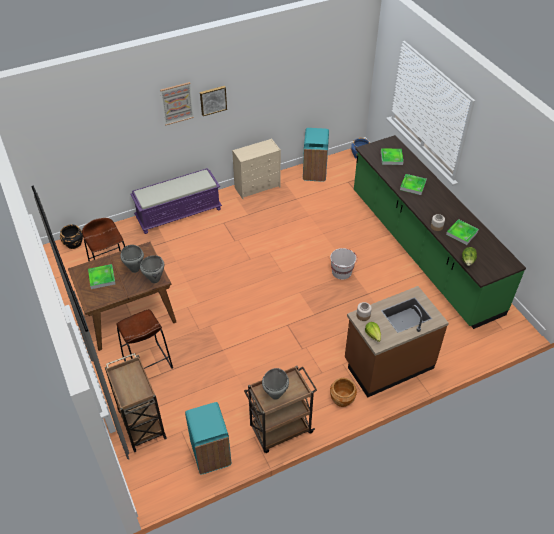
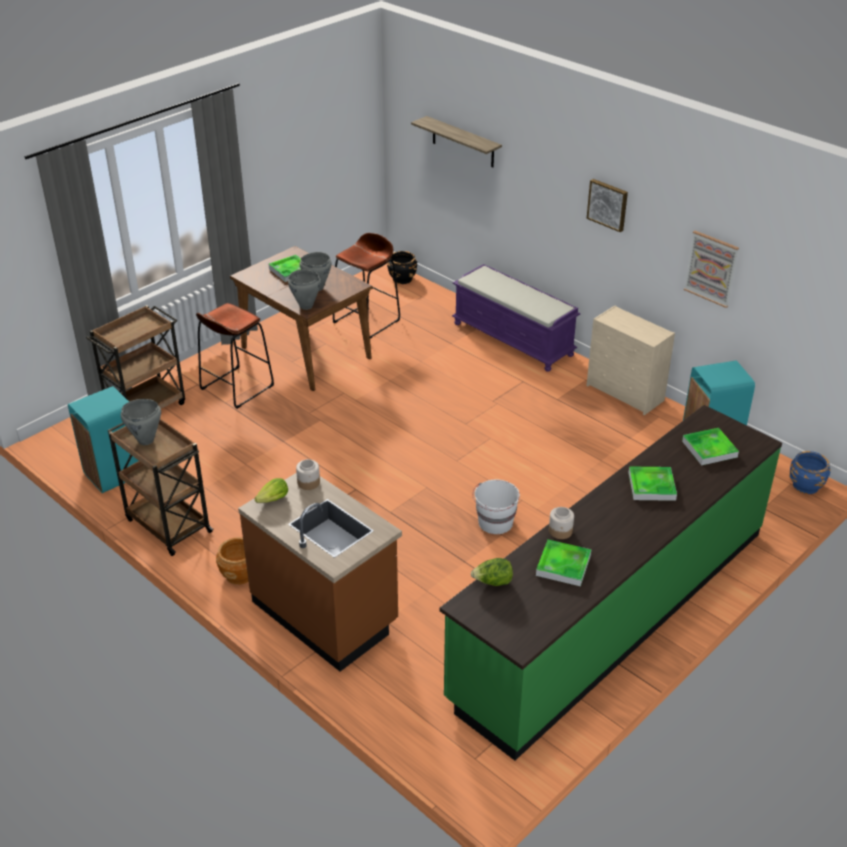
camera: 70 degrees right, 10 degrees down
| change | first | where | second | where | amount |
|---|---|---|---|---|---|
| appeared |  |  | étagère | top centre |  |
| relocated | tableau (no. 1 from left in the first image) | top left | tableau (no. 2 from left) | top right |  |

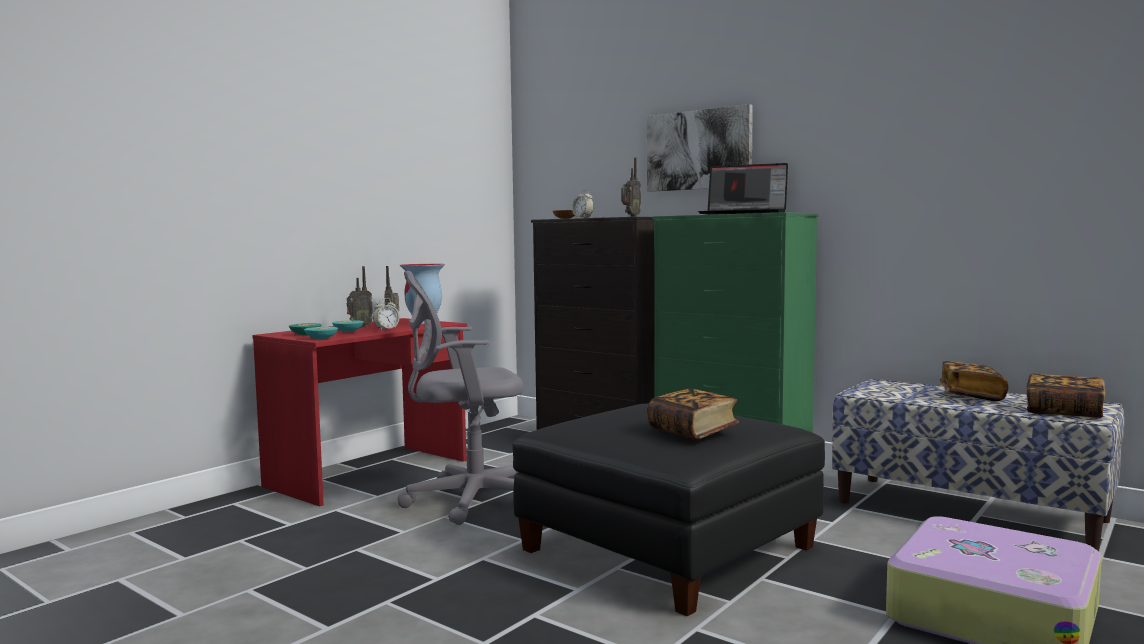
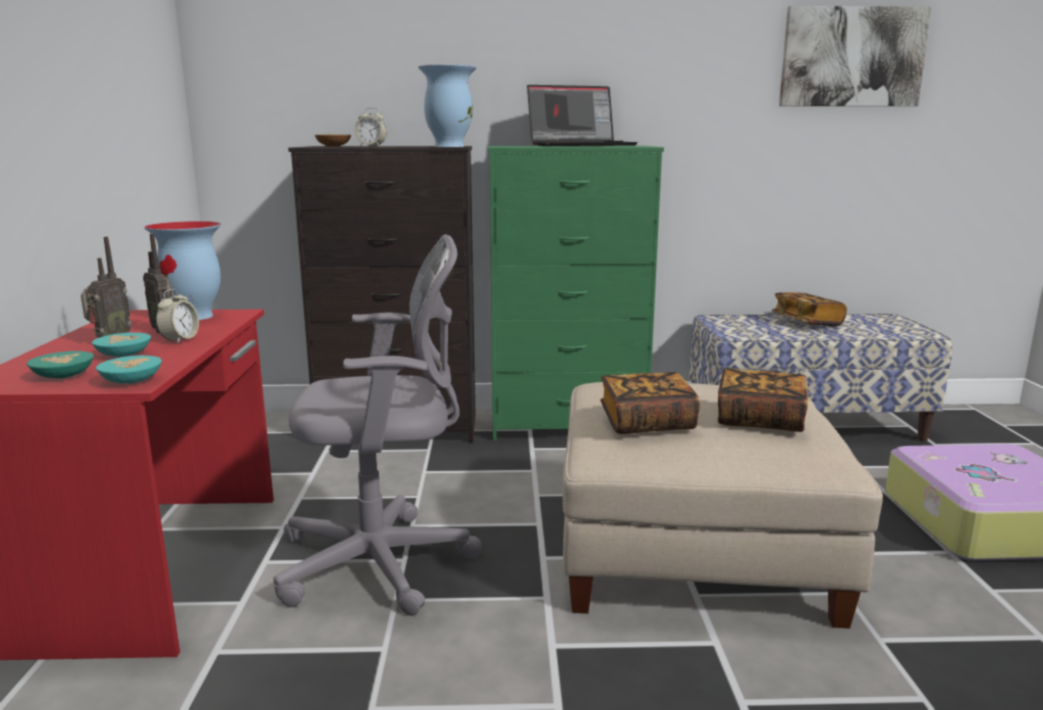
camera: 40 degrees left, 10 degrees up
| change | first | where | second | where | amount |
|---|---|---|---|---|---|
| relocated | tableau | top centre |  | top right |  |
| relocated | livre (no. 3 from left in the first image) | middle right | livre (no. 1 from left) | centre |  |
| exchanged | radio (no. 3 from left) | top centre | vase (no. 2 from left) | top centre |  |
| colour | pouf [noir] | bottom centre | pouf [beige] | bottom right |  |
| spun | chaise de bureau [gris] | centre |  | centre | 135 degrees counterclockwise |

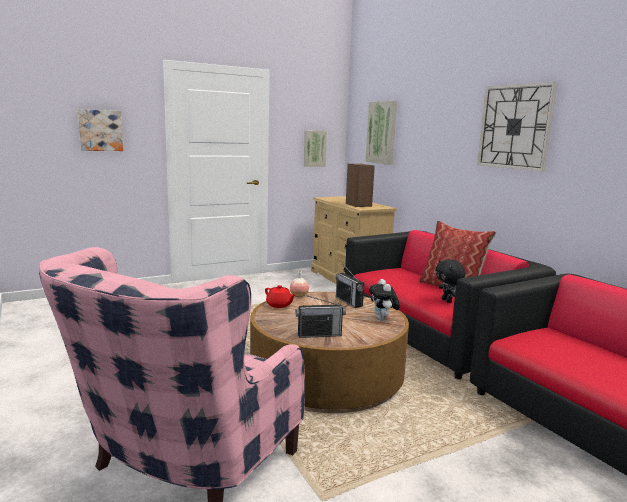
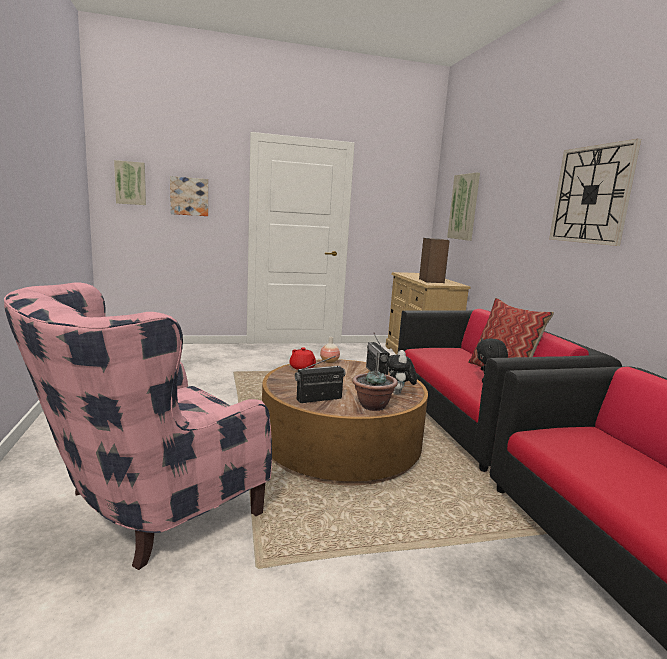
camera: 15 degrees right, 0 degrees up
| change | first | where | second | where | amount |
|---|---|---|---|---|---|
| appeared |  |  | plante en pot | centre |  |
| relocated | tableau (no. 2 from left in the first image) | top centre | tableau (no. 1 from left) | top left |  |
| spun | radio (no. 1 from left) | centre |  | centre | 150 degrees clockwise |

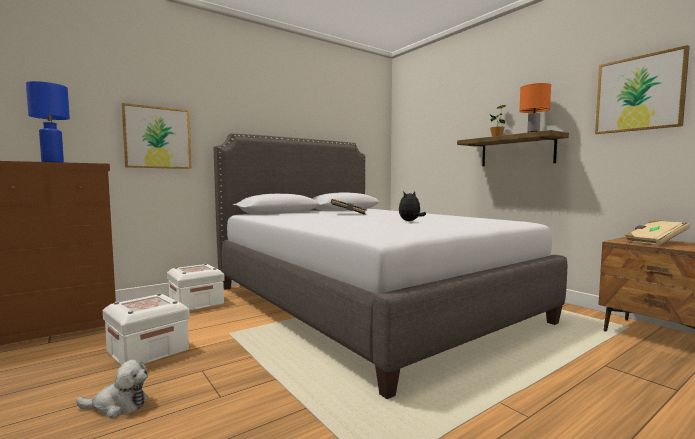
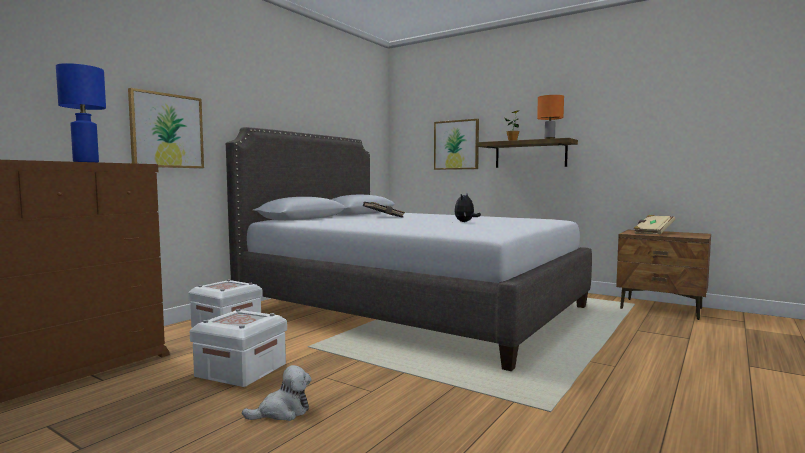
camera: 20 degrees left, 0 degrees up
| change | first | where | second | where | amount |
|---|---|---|---|---|---|
| relocated | tableau (no. 2 from left) | top right |  | top centre |  |

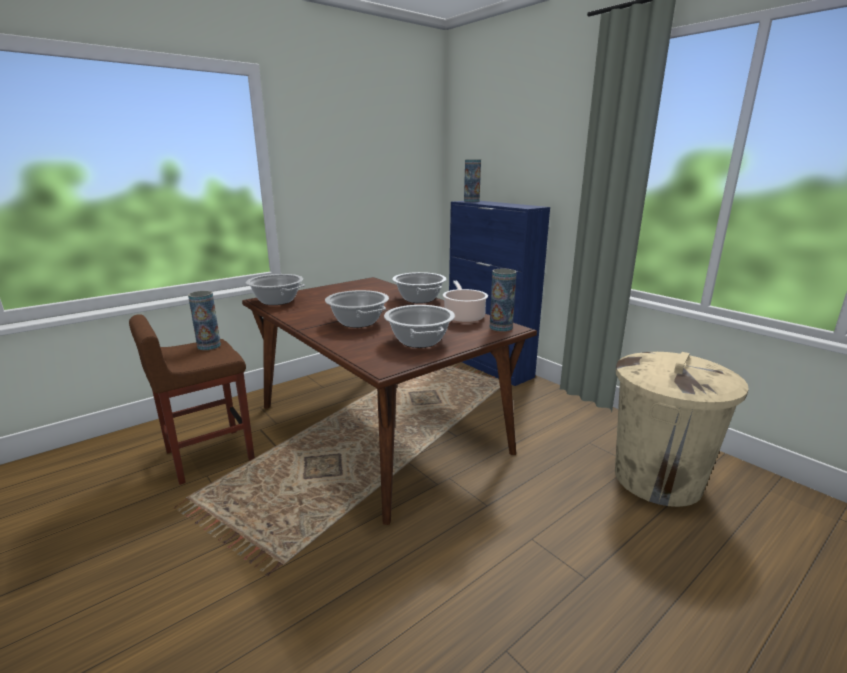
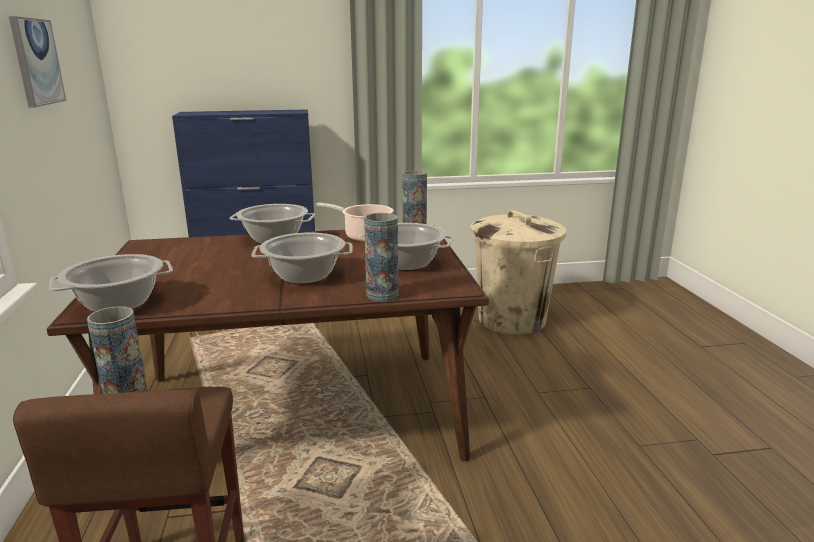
camera: 60 degrees left, 0 degrees up
| change | first | where | second | where | amount |
|---|---|---|---|---|---|
| appeared |  |  | tableau | top left |  |
| relocated | vase (no. 2 from left) | top centre |  | centre |  |

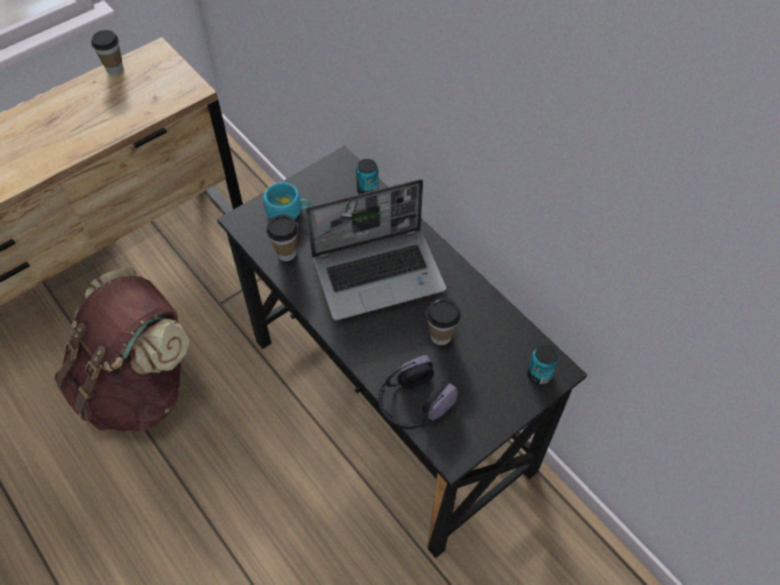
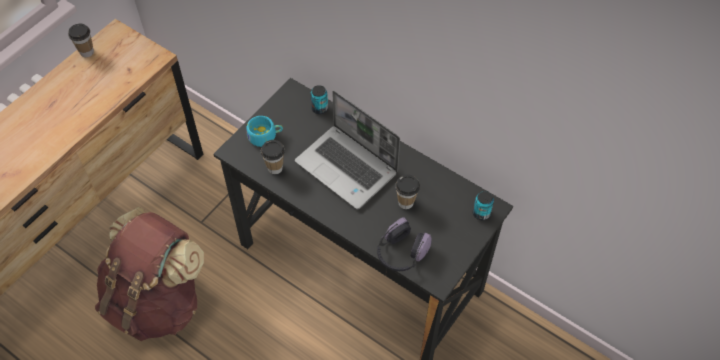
camera: 15 degrees left, 0 degrees up
| change | first | where | second | where | amount |
|---|---|---|---|---|---|
| spun | ordinateur portable | centre |  | centre | 75 degrees clockwise |

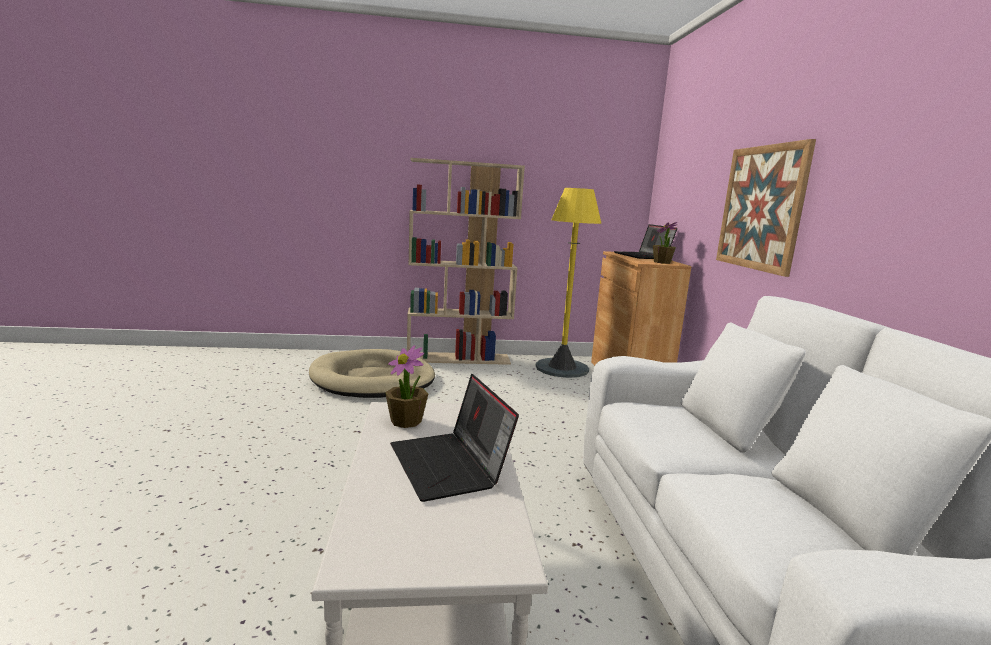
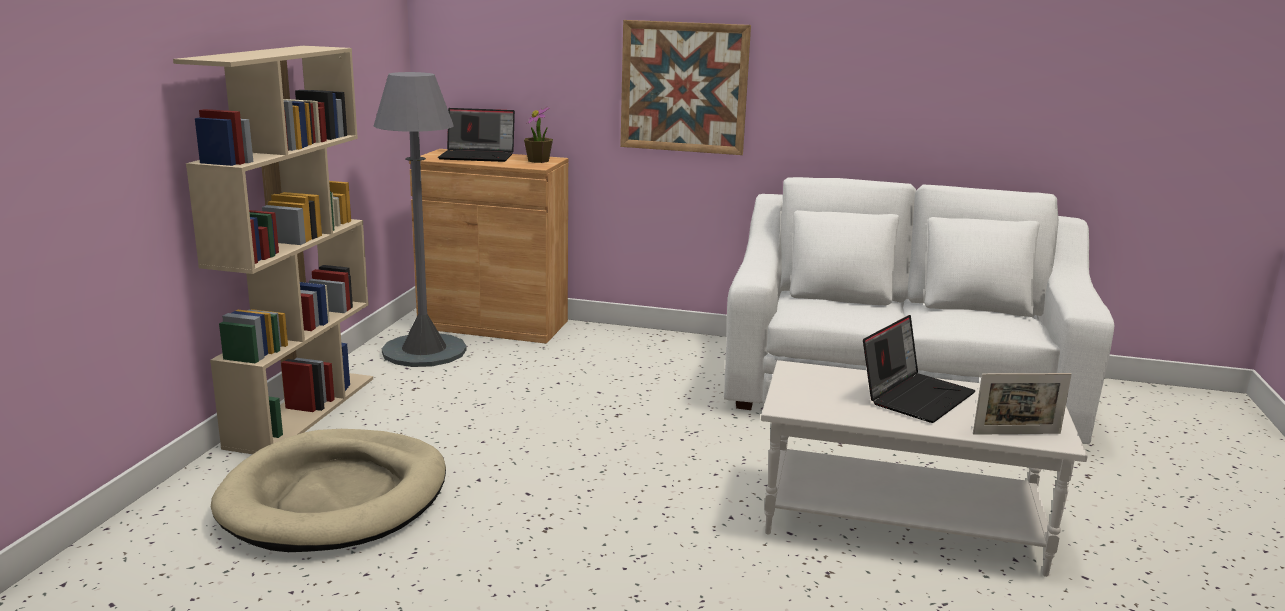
camera: 70 degrees left, 5 degrees up
| change | first | where | second | where | amount |
|---|---|---|---|---|---|
| missing | plante en pot (no. 1 from left) | centre |  |  |  |
| appeared |  |  | cadre photo | middle right |  |
| colour | lampadaire [jaune] | centre | lampadaire [gris] | middle left |  |
| spun | ordinateur portable (no. 1 from left in the first image) | bottom centre | ordinateur portable (no. 2 from left) | middle right | 45 degrees counterclockwise |

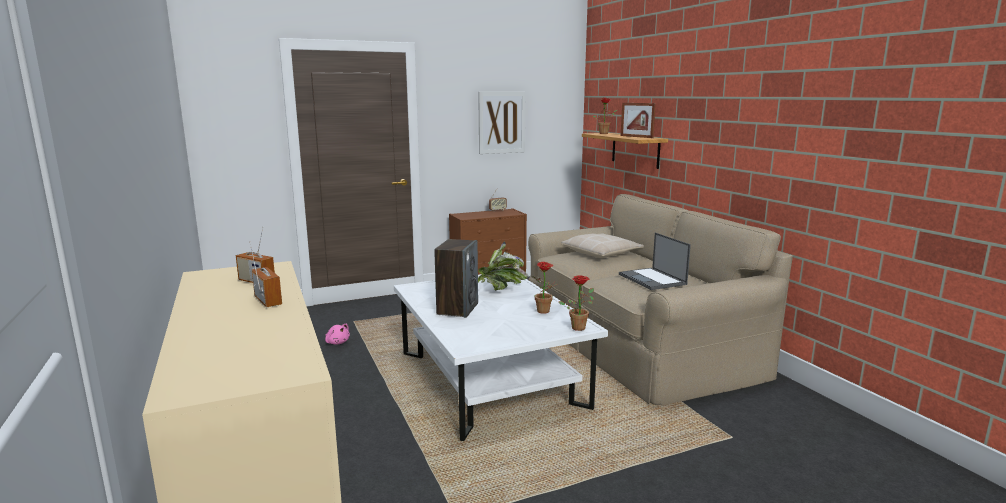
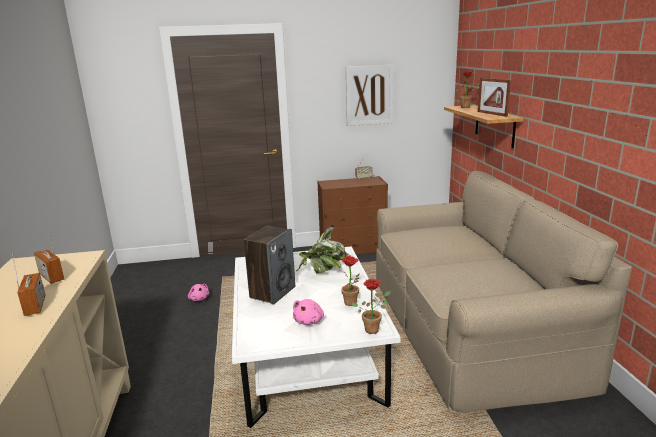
camera: 15 degrees right, 5 degrees up
| change | first | where | second | where | amount |
|---|---|---|---|---|---|
| missing | coussin [beige] | centre |  |  |  |
| missing | ordinateur portable | centre |  |  |  |
| appeared |  |  | peluche [rose] (no. 2 from left) | bottom centre |  |

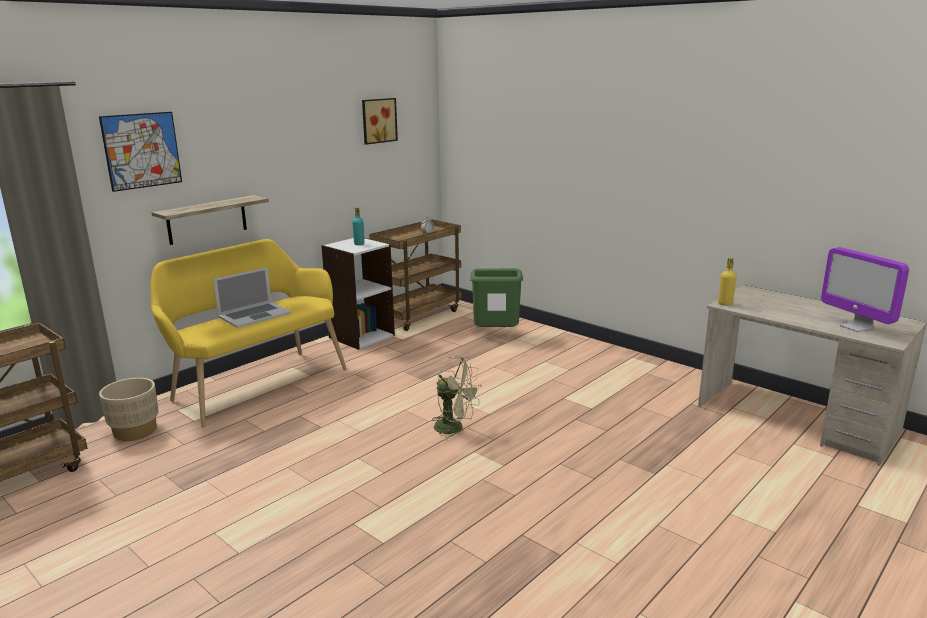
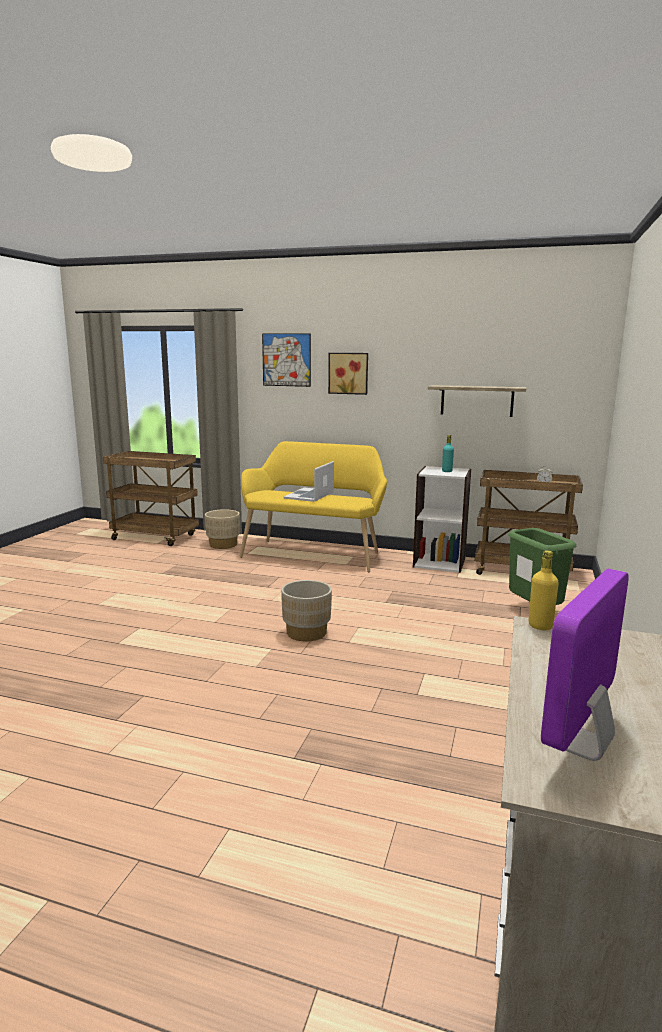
camera: 65 degrees right, 5 degrees down
| change | first | where | second | where | amount |
|---|---|---|---|---|---|
| relocated | étagère | middle left |  | middle right |  |
| relocated | tableau (no. 2 from left) | top centre |  | centre |  |
| exchanged | ventilateur [vert] | centre | cache-pot [beige] (no. 2 from left) | centre |  |
| spun | ordinateur portable | middle left |  | centre | 90 degrees clockwise |

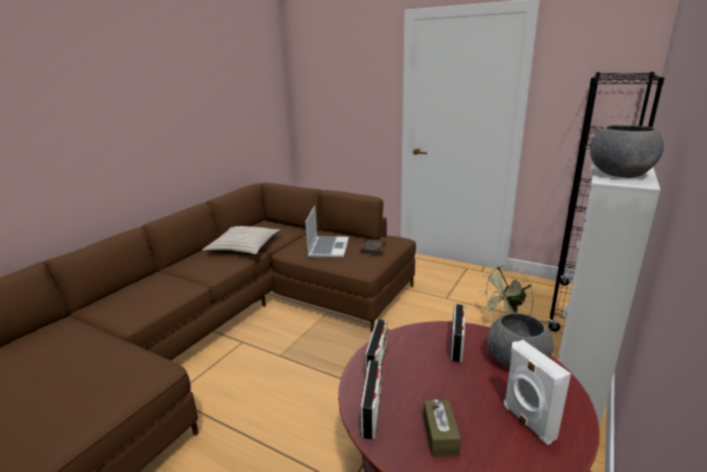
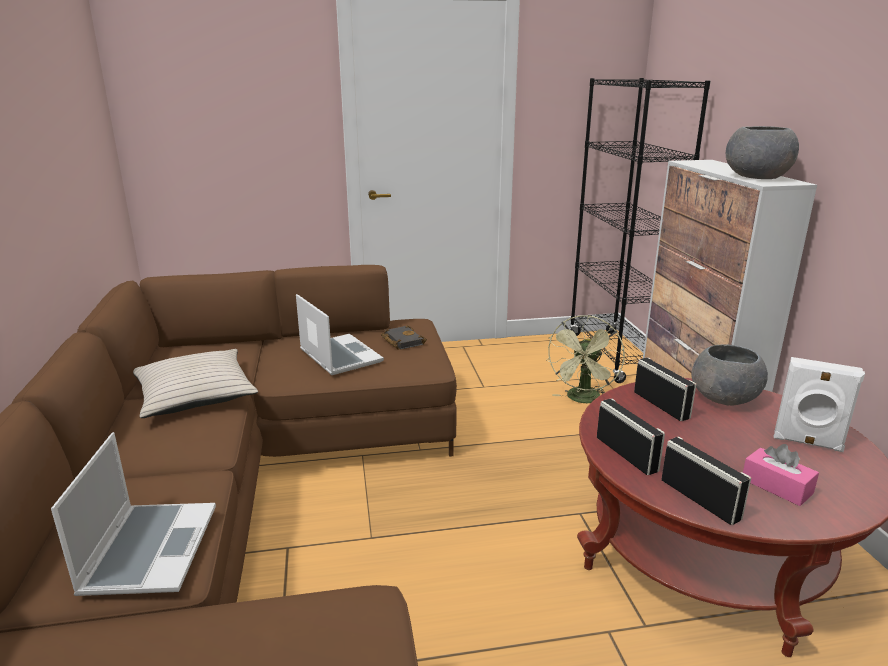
camera: 40 degrees left, 0 degrees up
| change | first | where | second | where | amount |
|---|---|---|---|---|---|
| appeared |  |  | ordinateur portable (no. 1 from left) | bottom left |  |
| colour | boîte à mouchoirs [marron] | bottom centre | boîte à mouchoirs [rose] | bottom right |  |

